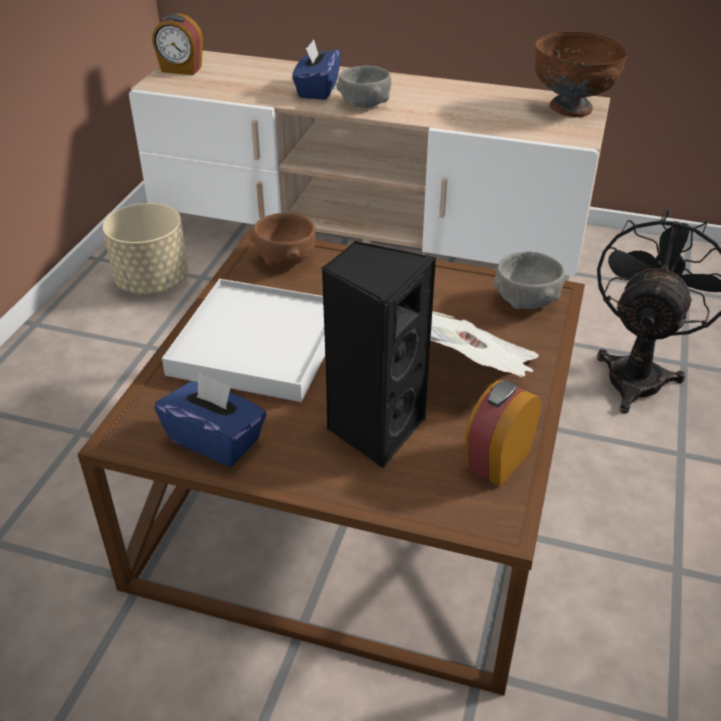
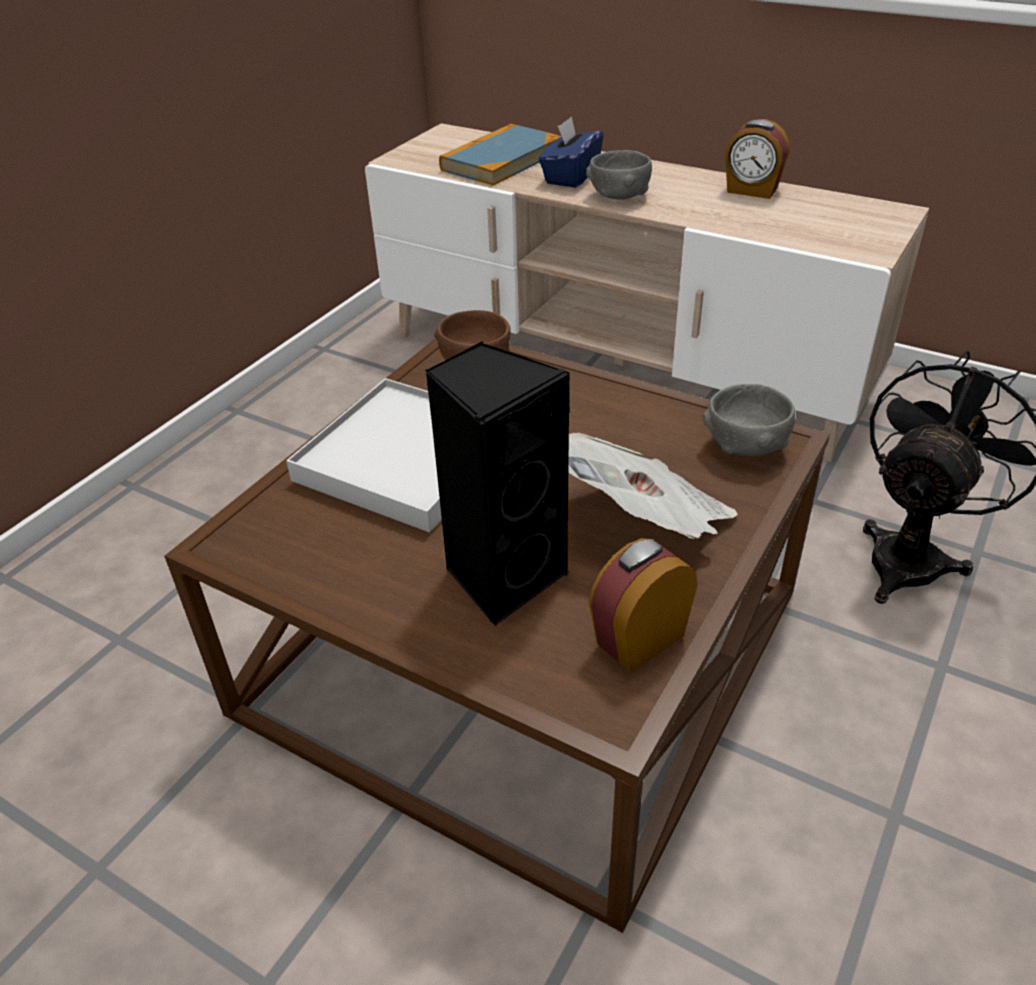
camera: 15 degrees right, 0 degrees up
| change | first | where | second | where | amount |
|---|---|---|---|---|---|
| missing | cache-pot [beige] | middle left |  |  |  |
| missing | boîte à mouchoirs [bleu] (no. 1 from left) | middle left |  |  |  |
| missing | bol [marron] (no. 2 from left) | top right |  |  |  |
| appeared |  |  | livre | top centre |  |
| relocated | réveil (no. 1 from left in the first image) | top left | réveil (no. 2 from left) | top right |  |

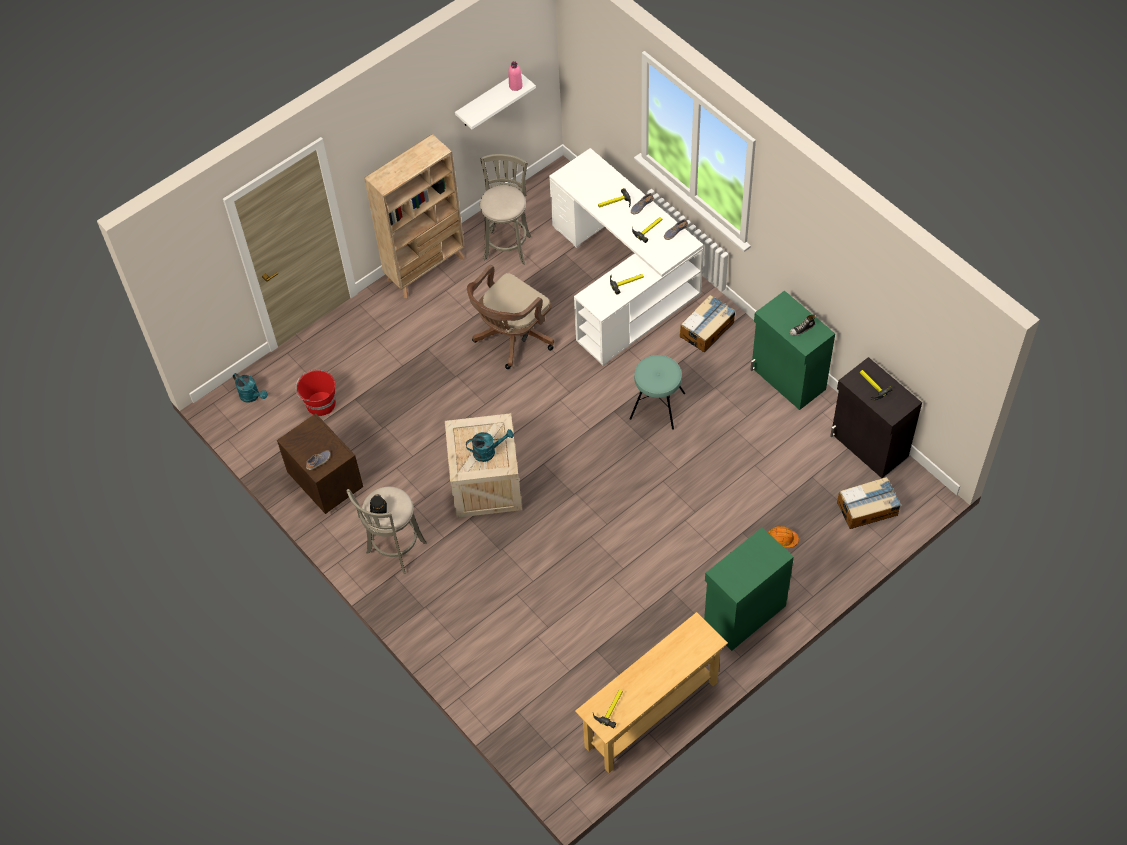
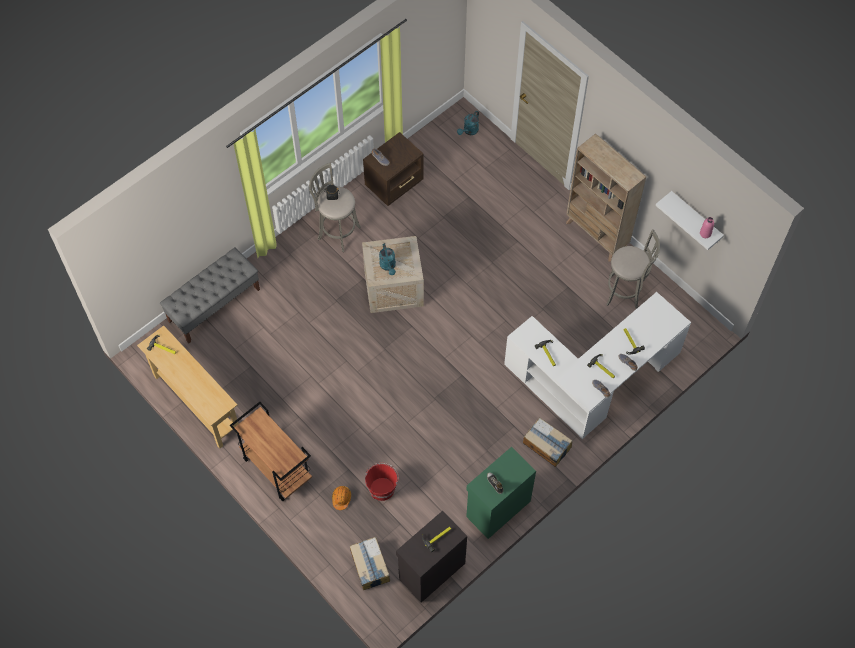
camera: 85 degrees right, 5 degrees up
| change | first | where | second | where | amount |
|---|---|---|---|---|---|
| missing | chaise de bureau [marron] | centre |  |  |  |
| missing | tabouret [turquoise] | centre |  |  |  |
| appeared |  |  | banc [gris] | middle left |  |
| relocated | seau [rouge] | middle left |  | bottom centre |  |
| exchanged | meuble de rangement [vert] (no. 1 from left) | bottom centre | chariot [marron] | bottom left |  |

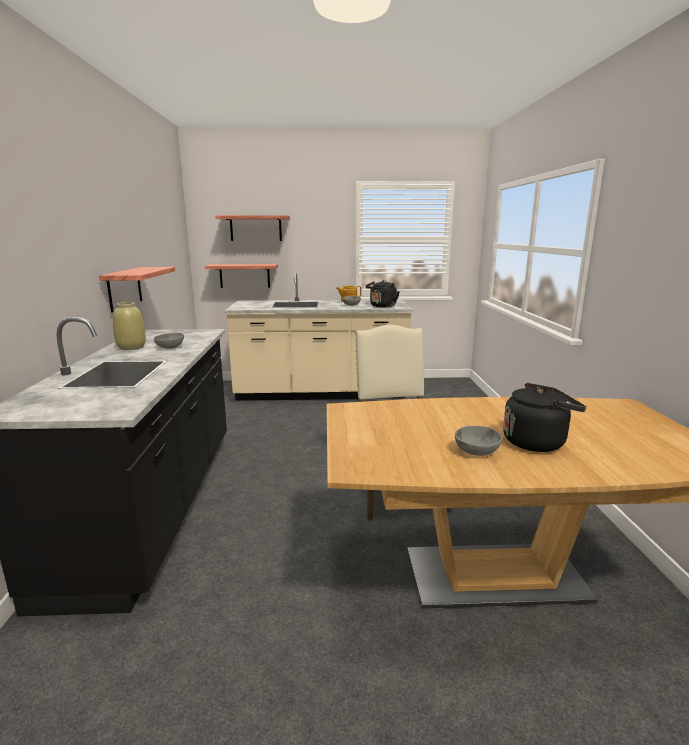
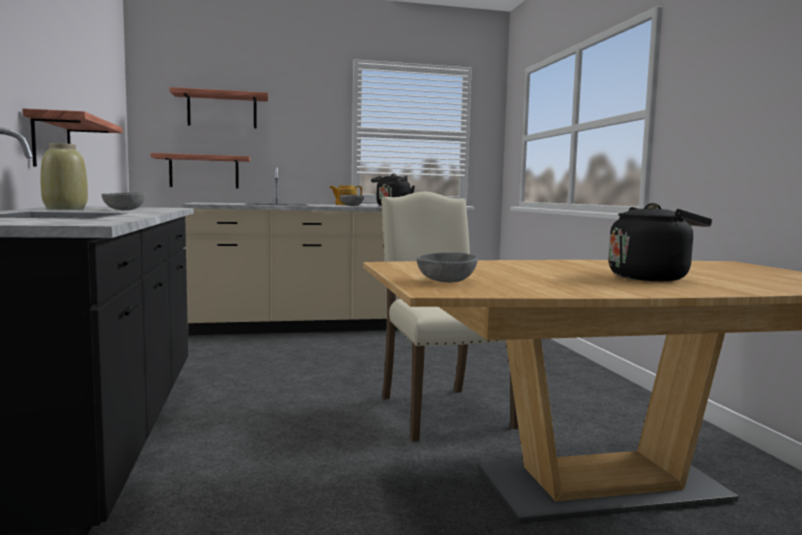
camera: 10 degrees left, 10 degrees down
| change | first | where | second | where | amount |
|---|---|---|---|---|---|
| relocated | bol [gris] (no. 3 from left) | middle right |  | centre |  |

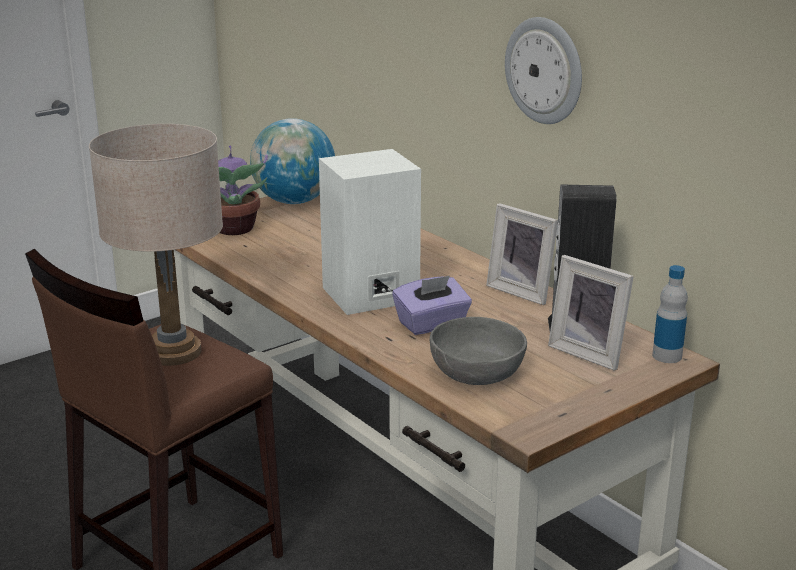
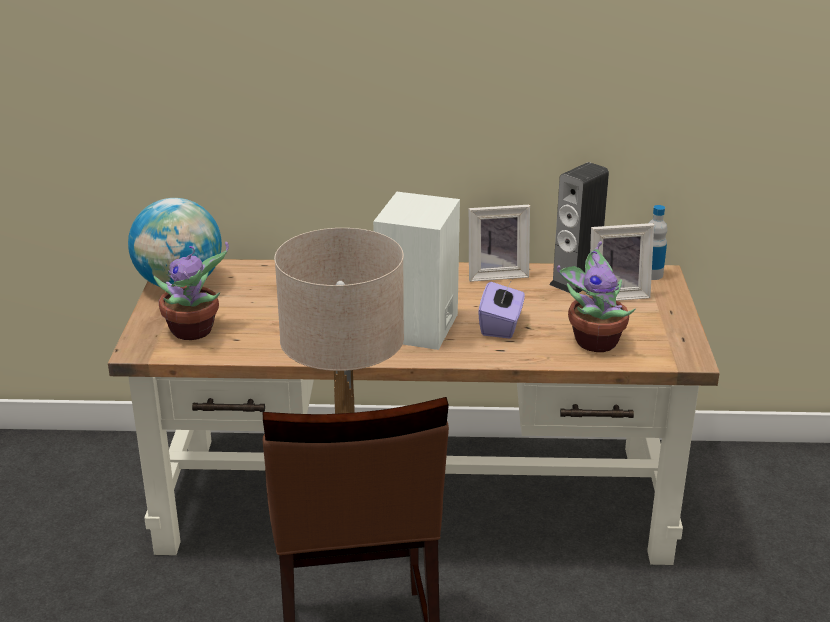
camera: 50 degrees left, 5 degrees up
| change | first | where | second | where | amount |
|---|---|---|---|---|---|
| missing | horloge murale | top right |  |  |  |
| exchanged | bol [gris] | centre | plante en pot (no. 2 from left) | middle right |  |

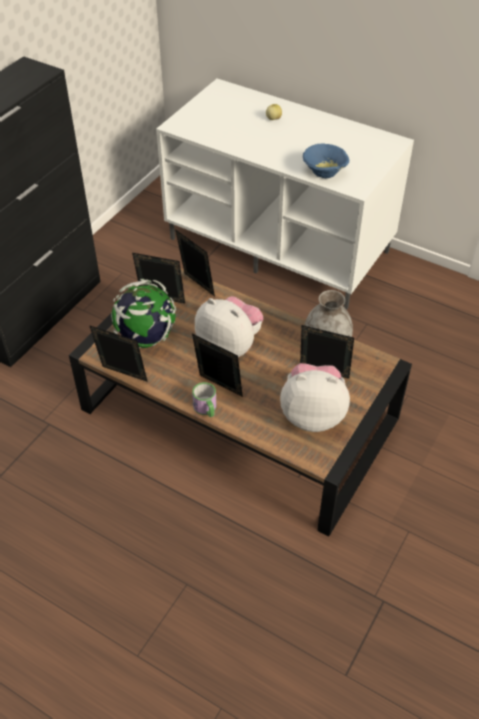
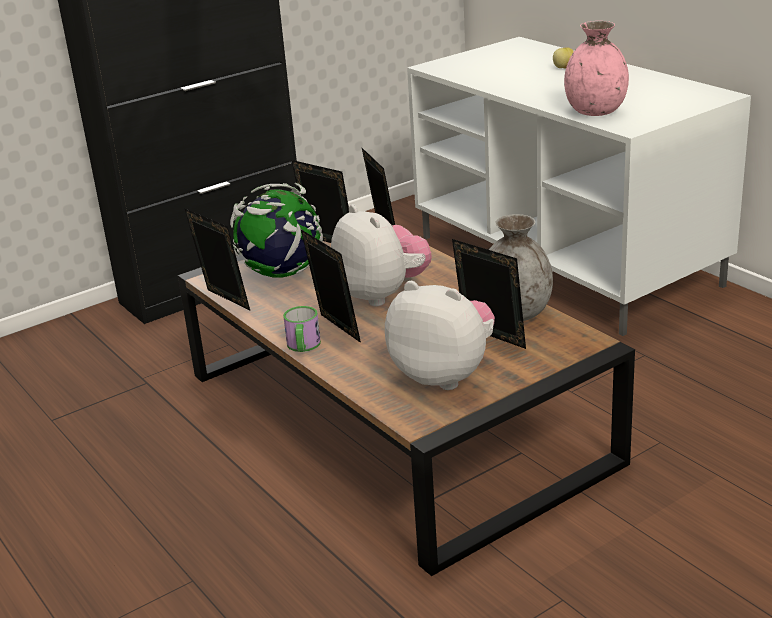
camera: 25 degrees right, 20 degrees down
| change | first | where | second | where | amount |
|---|---|---|---|---|---|
| exchanged | bol [bleu] | top right | vase [rose] | top right |  |

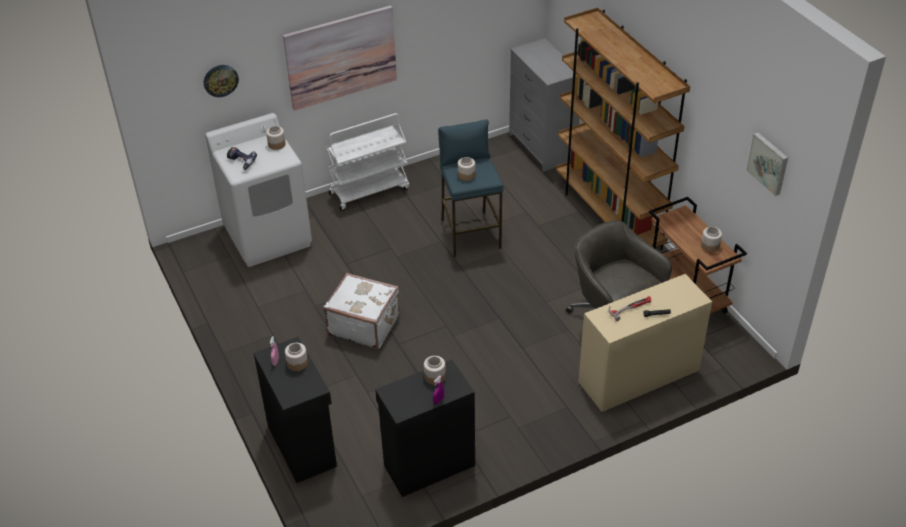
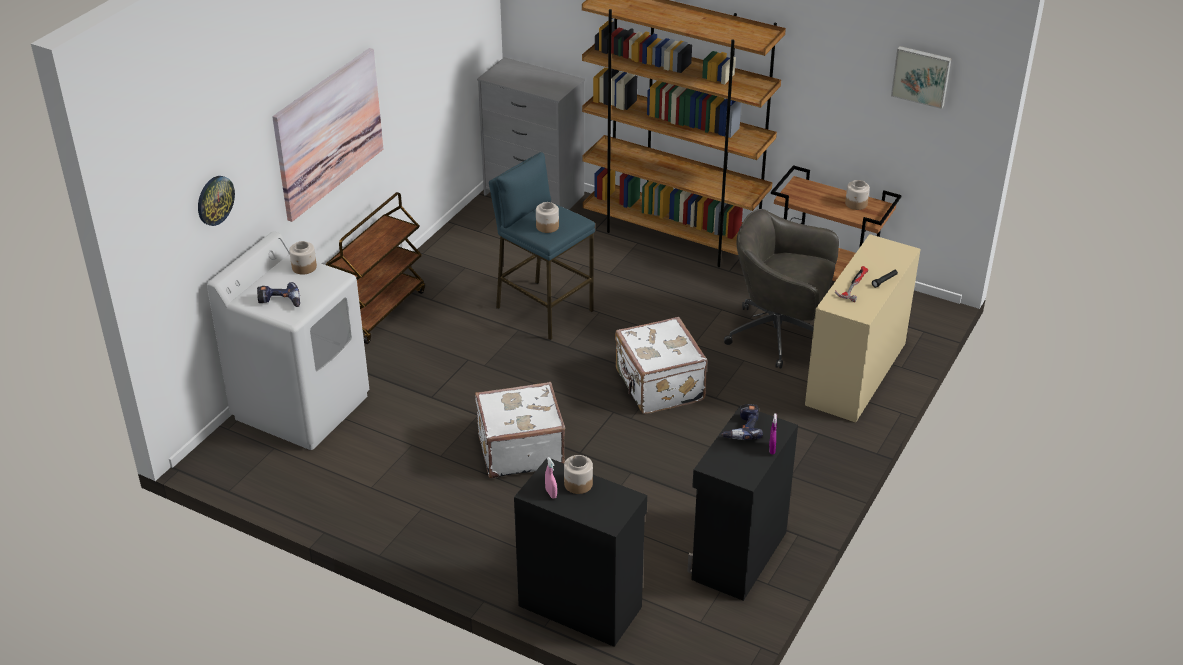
camera: 35 degrees left, 5 degrees down
| change | first | where | second | where | amount |
|---|---|---|---|---|---|
| appeared |  |  | valise [blanc] (no. 2 from left) | centre |  |
| exchanged | bocal (no. 3 from left) | bottom centre | perceuse (no. 2 from left) | centre |  |
| colour | chariot [blanc] | top centre | chariot [marron] (no. 1 from left) | middle left |  |

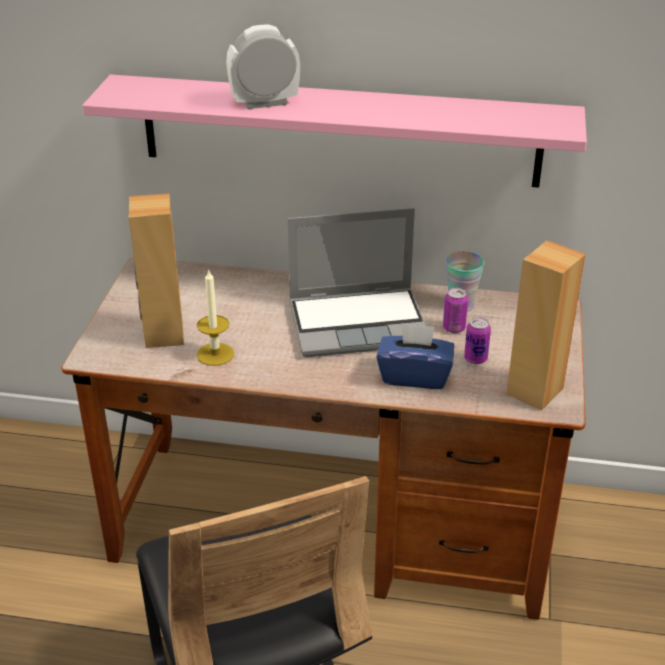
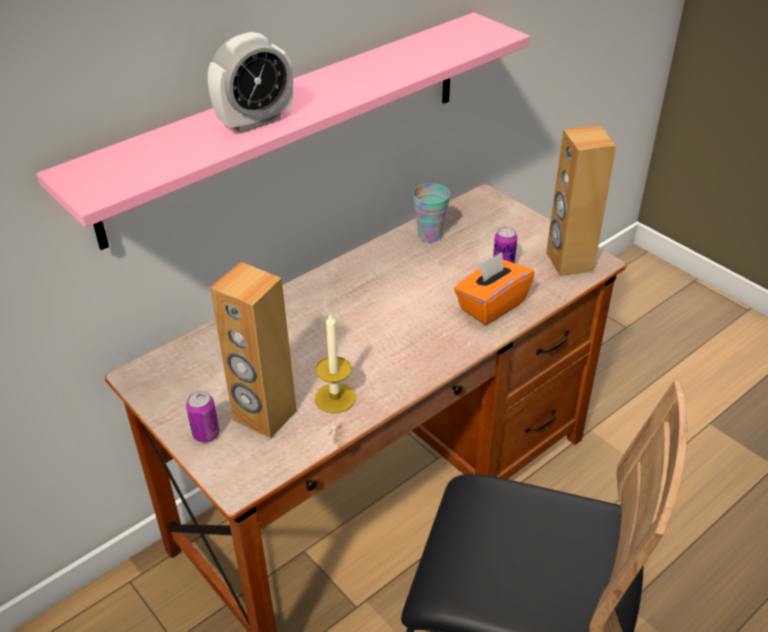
camera: 50 degrees left, 5 degrees up
| change | first | where | second | where | amount |
|---|---|---|---|---|---|
| missing | ordinateur portable | centre |  |  |  |
| relocated | boîte métallique (no. 1 from left) | middle right |  | middle left |  |
| colour | boîte à mouchoirs [bleu] | centre | boîte à mouchoirs [orange] | centre |  |
| spun | réveil | top centre |  | top left | 150 degrees counterclockwise |

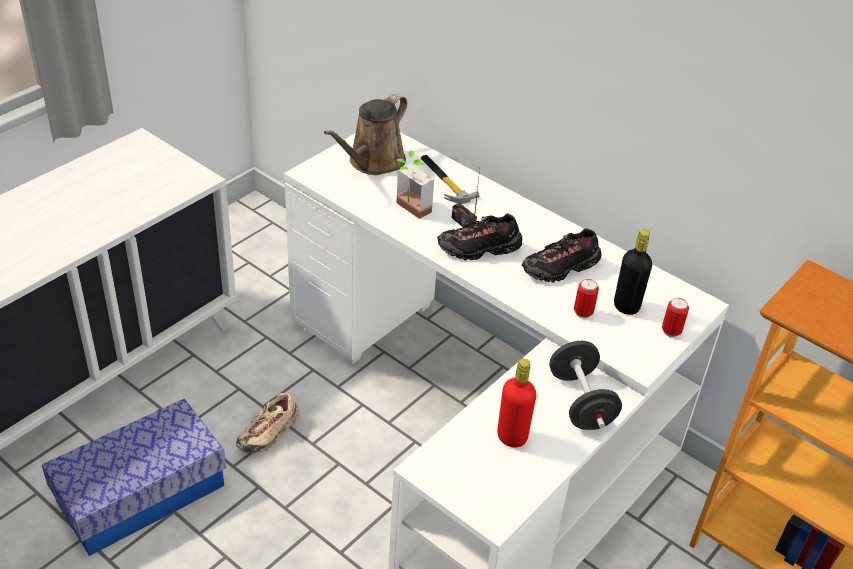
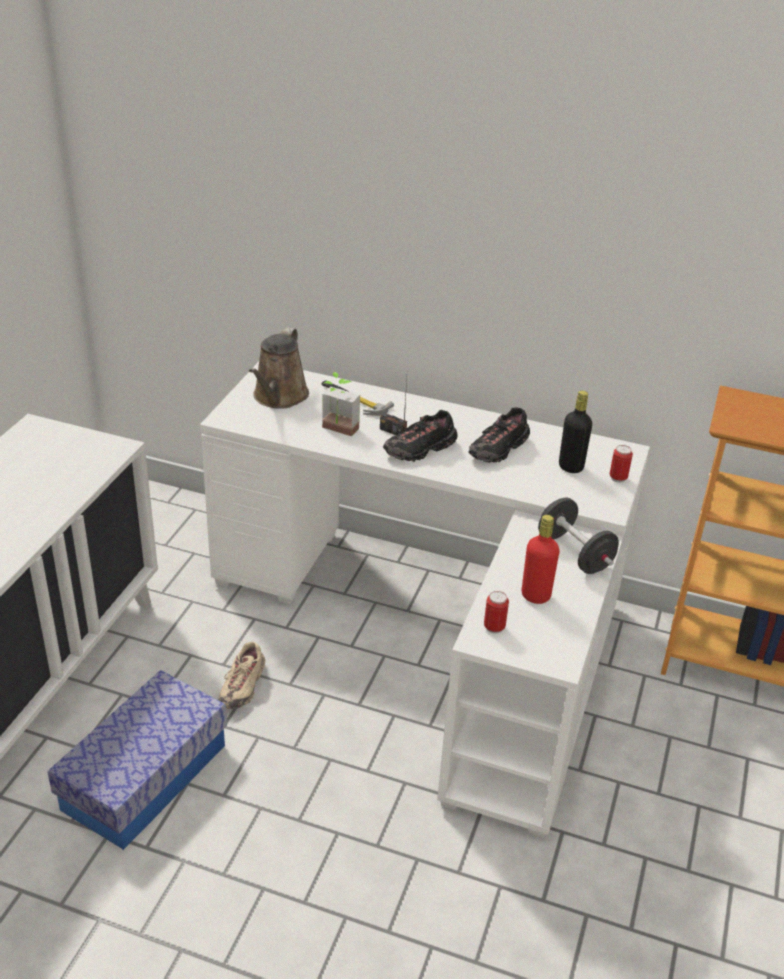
camera: 20 degrees left, 5 degrees down
| change | first | where | second | where | amount |
|---|---|---|---|---|---|
| relocated | boîte métallique (no. 1 from left) | middle right |  | centre |  |

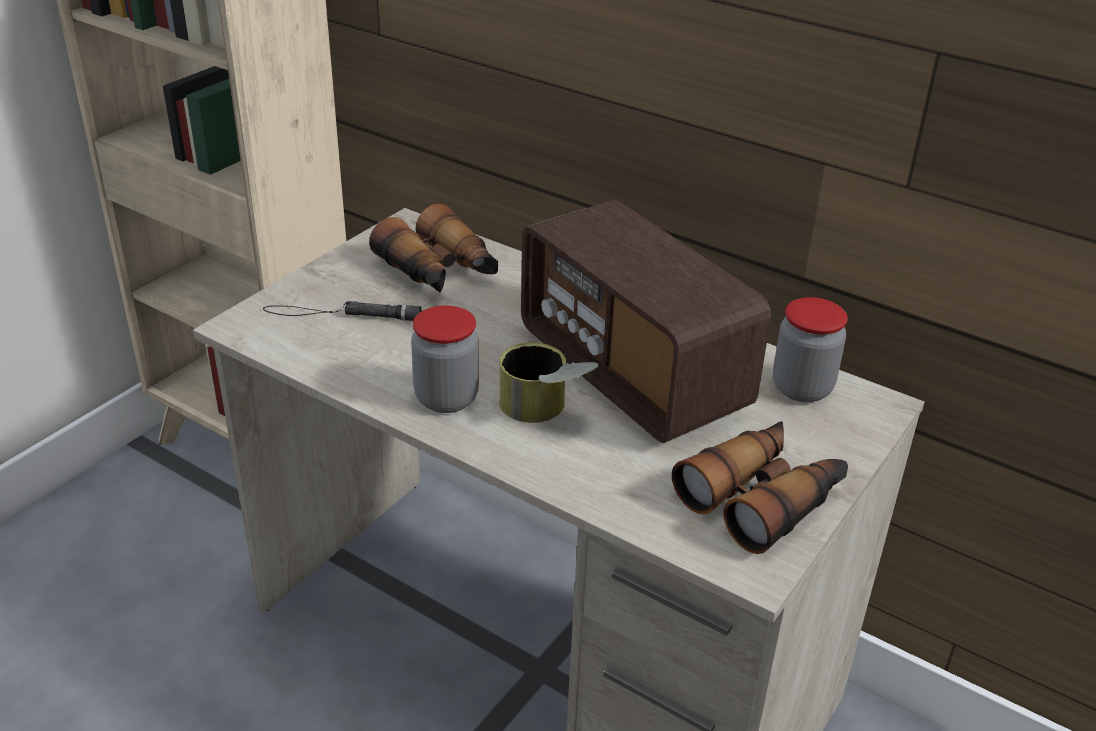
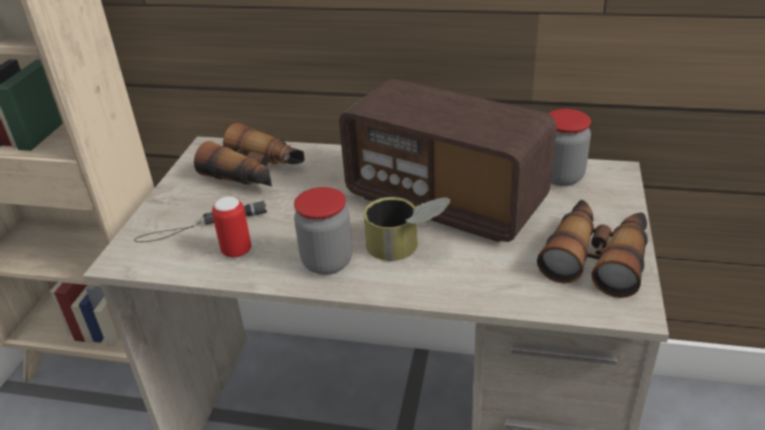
camera: 20 degrees left, 0 degrees up
| change | first | where | second | where | amount |
|---|---|---|---|---|---|
| appeared |  |  | boîte métallique (no. 1 from left) | middle left |  |

